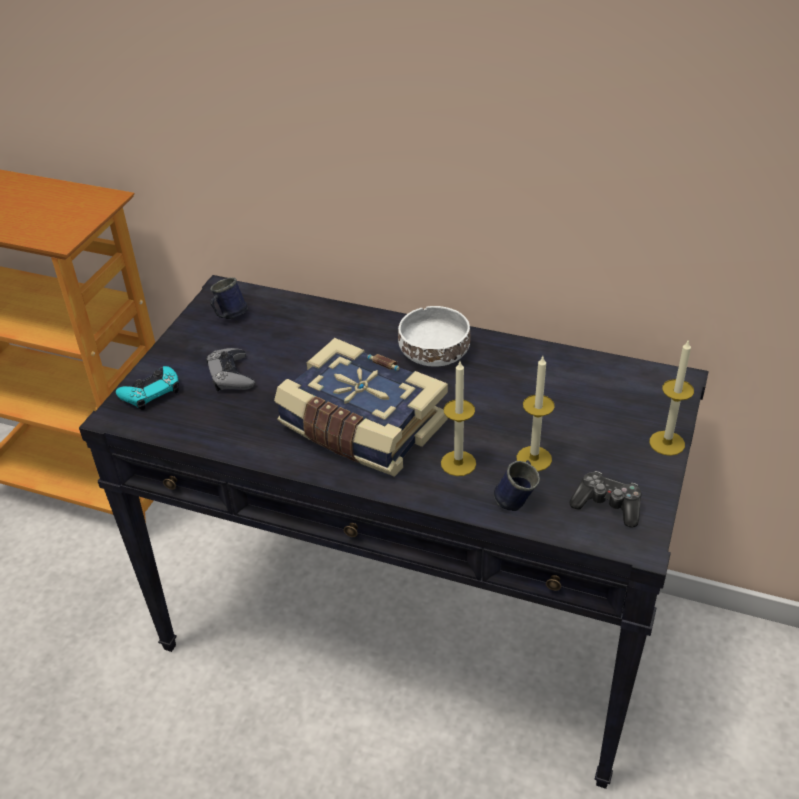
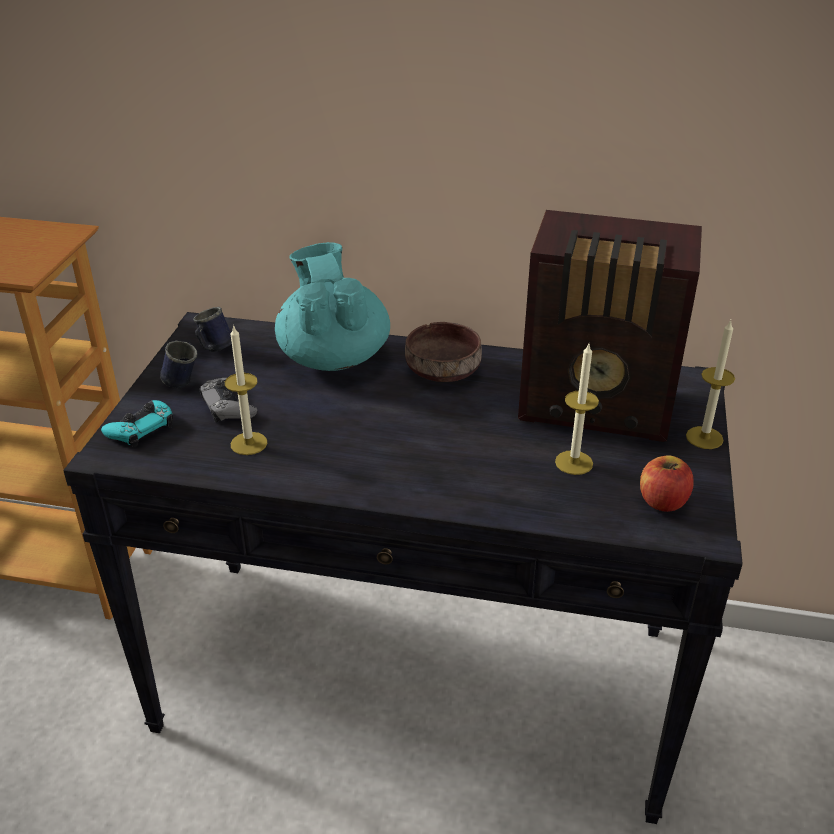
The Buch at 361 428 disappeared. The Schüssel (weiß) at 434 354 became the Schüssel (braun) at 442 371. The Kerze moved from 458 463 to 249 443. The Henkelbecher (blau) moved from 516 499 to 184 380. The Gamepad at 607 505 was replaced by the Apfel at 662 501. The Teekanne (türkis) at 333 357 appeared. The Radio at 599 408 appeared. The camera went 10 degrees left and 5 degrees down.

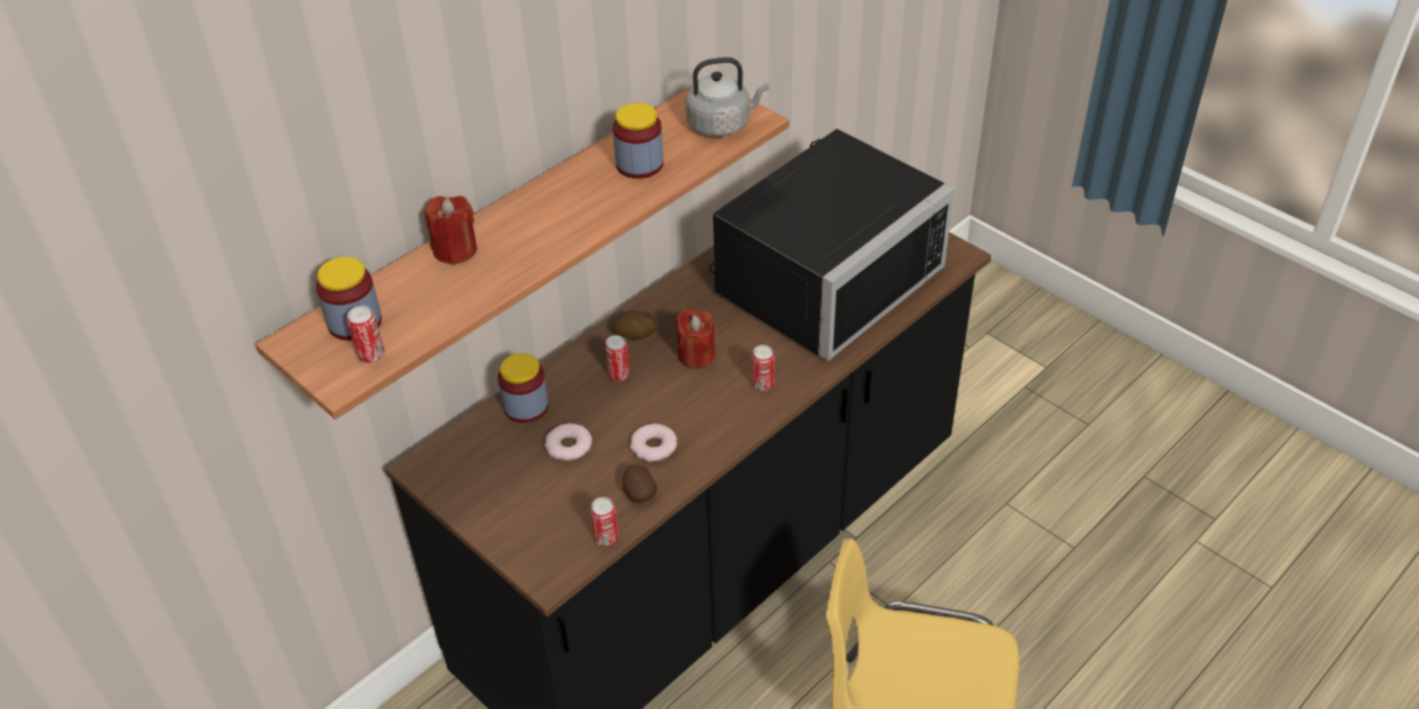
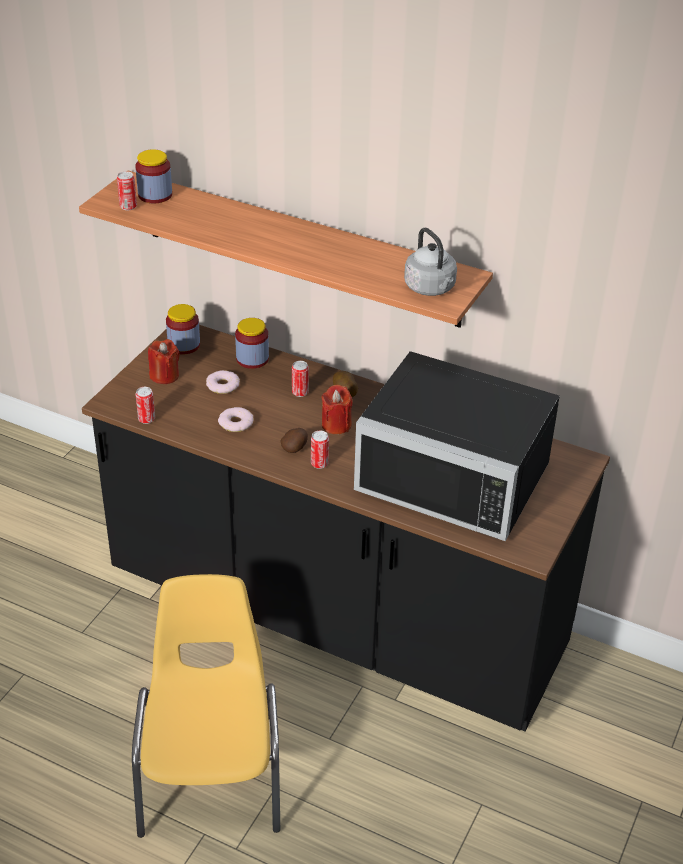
The Kerze (rot) moved from 455 250 to 164 376. The Vorratsglas moved from 639 164 to 184 345. The Kartoffel moved from 638 492 to 295 448. The camera went 70 degrees right and 5 degrees down.

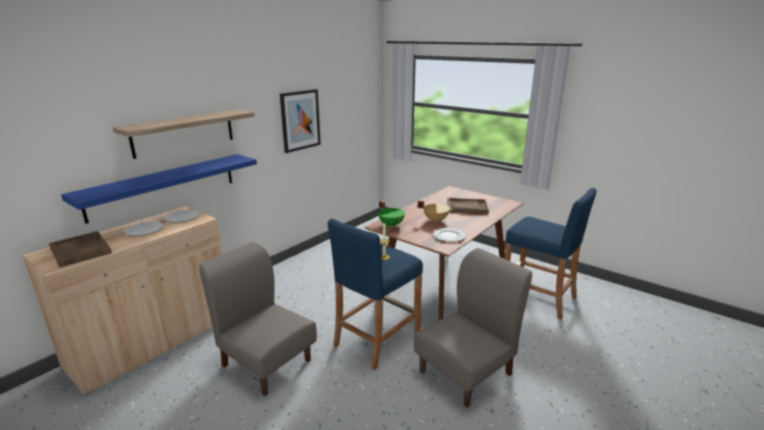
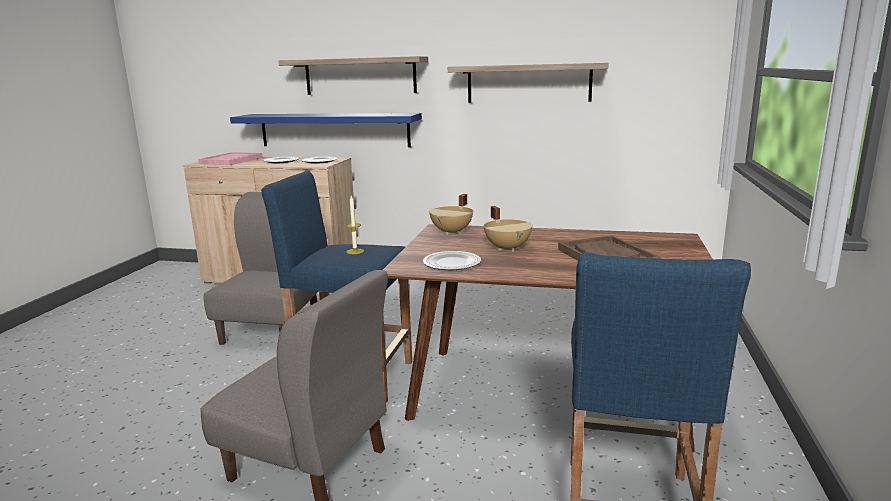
The Tablett (braun) at 80 250 became the Tablett (rosa) at 231 160. The Bild at 300 120 was replaced by the Wandregal at 528 83. The Kochtopf (grün) at 391 225 became the Kochtopf (beige) at 452 232. The camera went 65 degrees right and 5 degrees down.

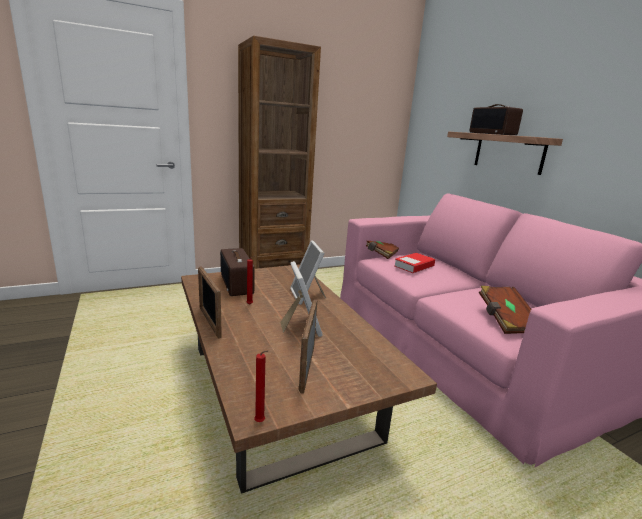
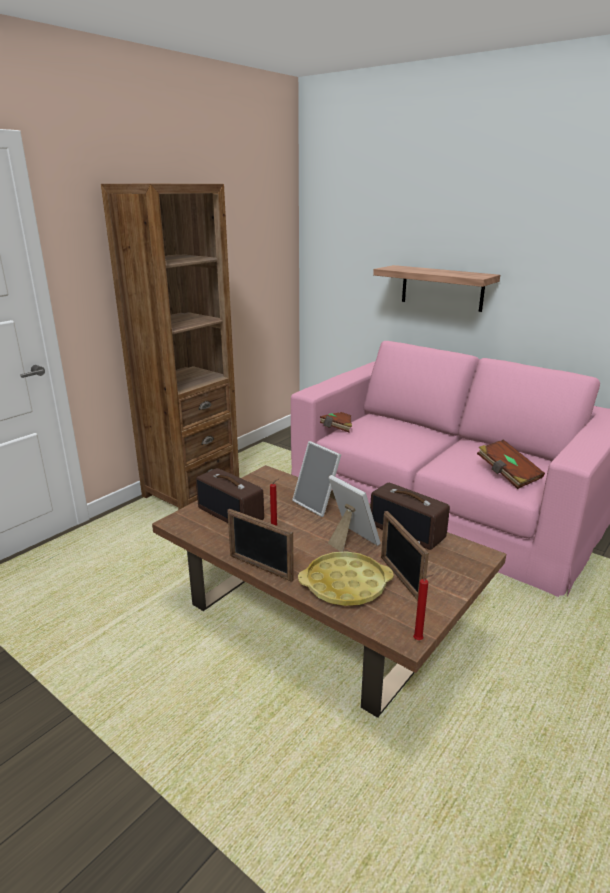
The Buch at 414 266 disappeared. The Radio moved from 493 134 to 408 531. The Tablett (gelb) at 345 585 appeared. The camera went 25 degrees left and 5 degrees up.

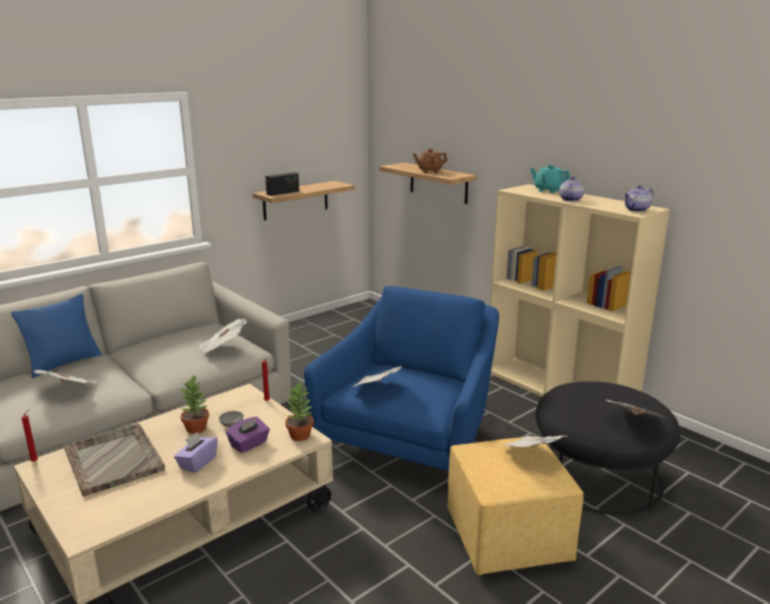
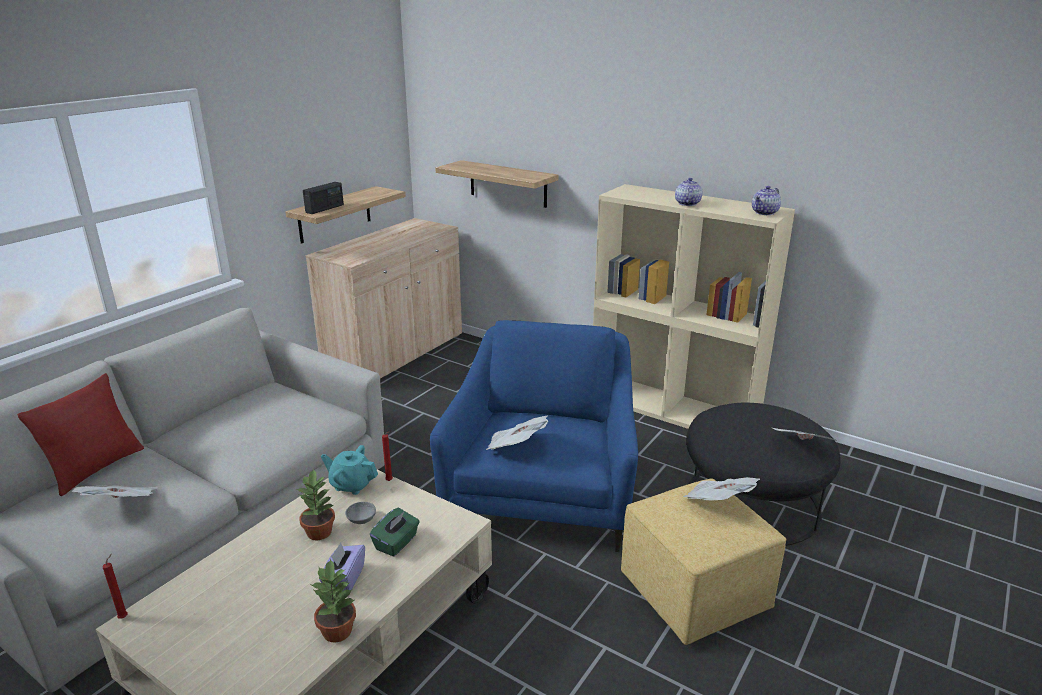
The Kissen (blau) at 64 363 became the Kissen (rot) at 96 468. The Tablett (grau) at 113 459 disappeared. The Zeitung at 222 347 disappeared. The Taschentuchbox (lila) at 249 444 became the Taschentuchbox (grün) at 396 543. The Topfpflanze moved from 300 435 to 338 631. The Teekanne (braun) at 429 171 disappeared. The Teekanne (türkis) moved from 548 190 to 351 485. The Schrank (beige) at 395 353 appeared. The camera went 15 degrees left and 5 degrees up.

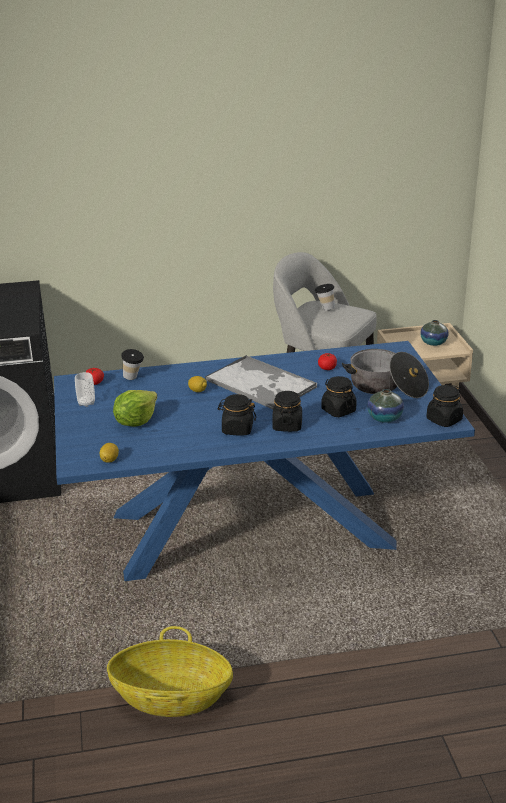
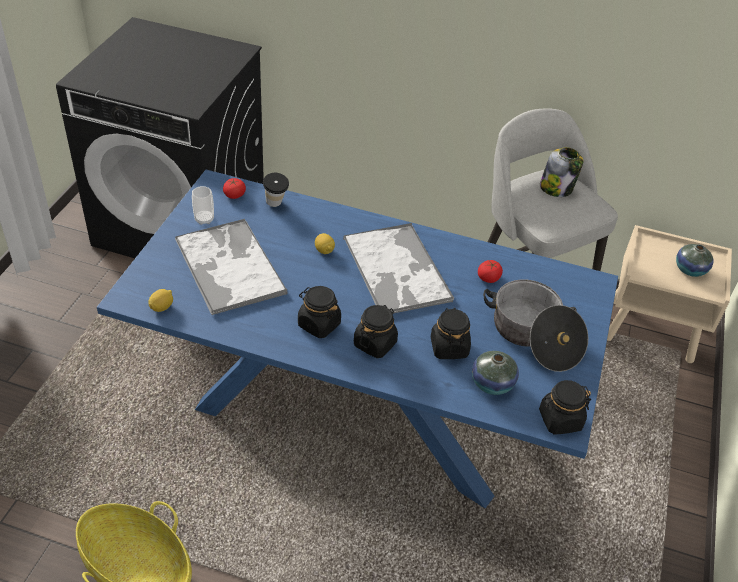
The Salatkopf at 135 421 was replaced by the Tablett at 229 266. The Tasse at 324 309 was replaced by the Vorratsglas at 556 188. The camera went 25 degrees right and 15 degrees up.

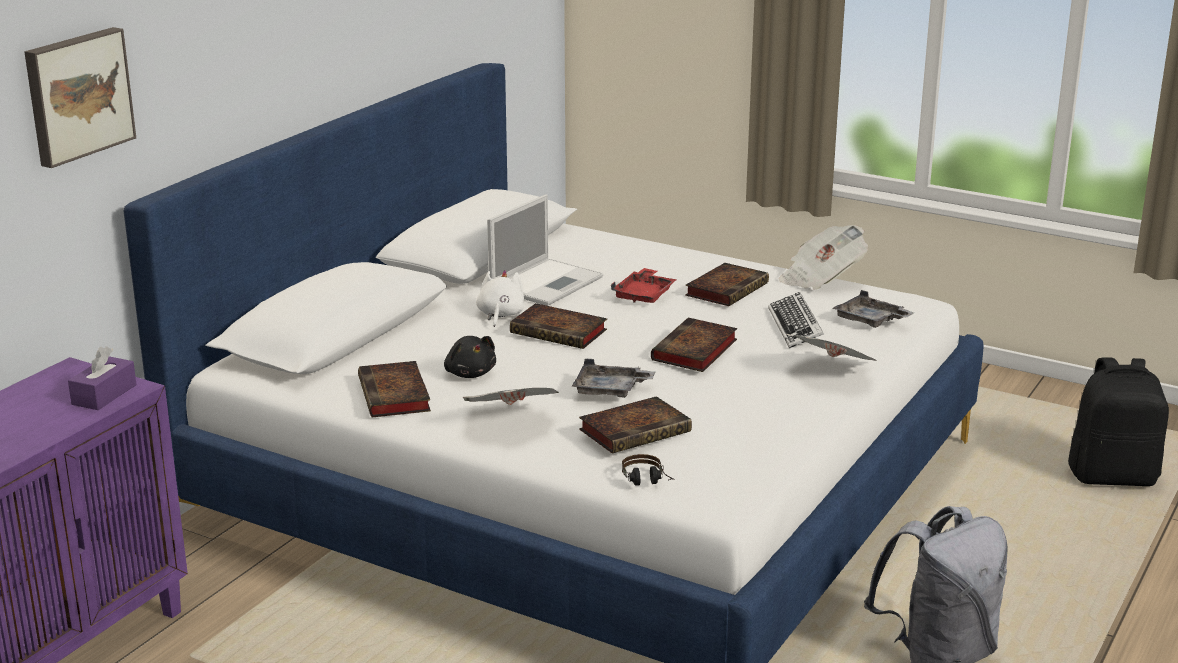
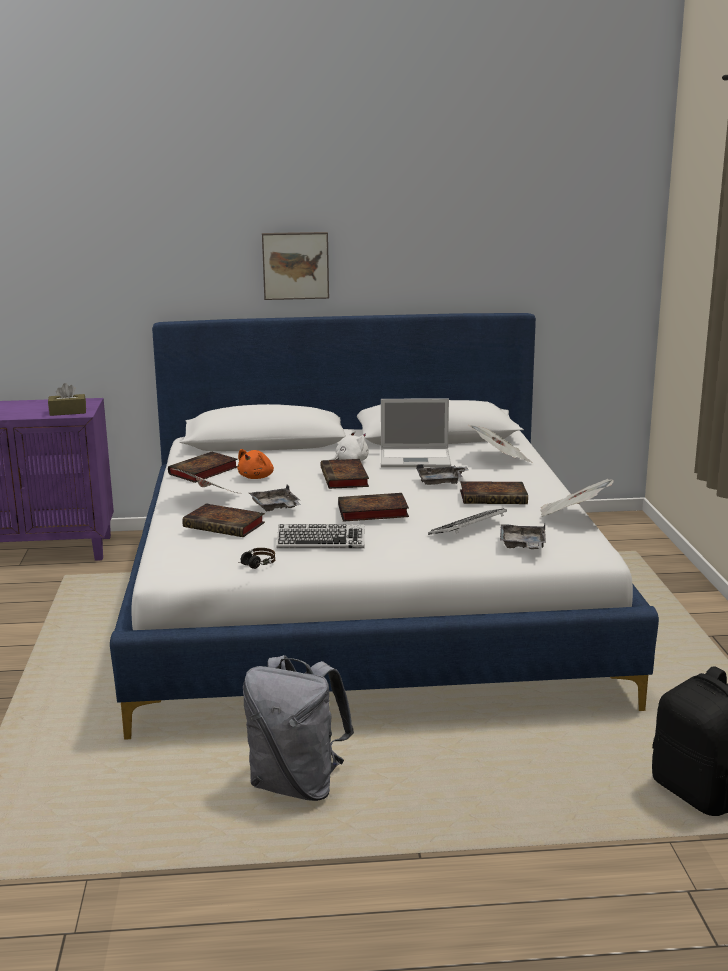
The Bild moved from 77 95 to 295 265. The Taschentuchbox (lila) at 104 395 became the Taschentuchbox (braun) at 68 412. The Plüschtier (schwarz) at 470 373 became the Plüschtier (orange) at 257 477. The Tablett (rot) at 644 295 became the Tablett (grau) at 441 482. The Kopfhörer moved from 647 482 to 253 566. The Zeitung moved from 835 372 to 500 460. The Tastatur at 321 542 appeared. The camera went 55 degrees right and 5 degrees down.

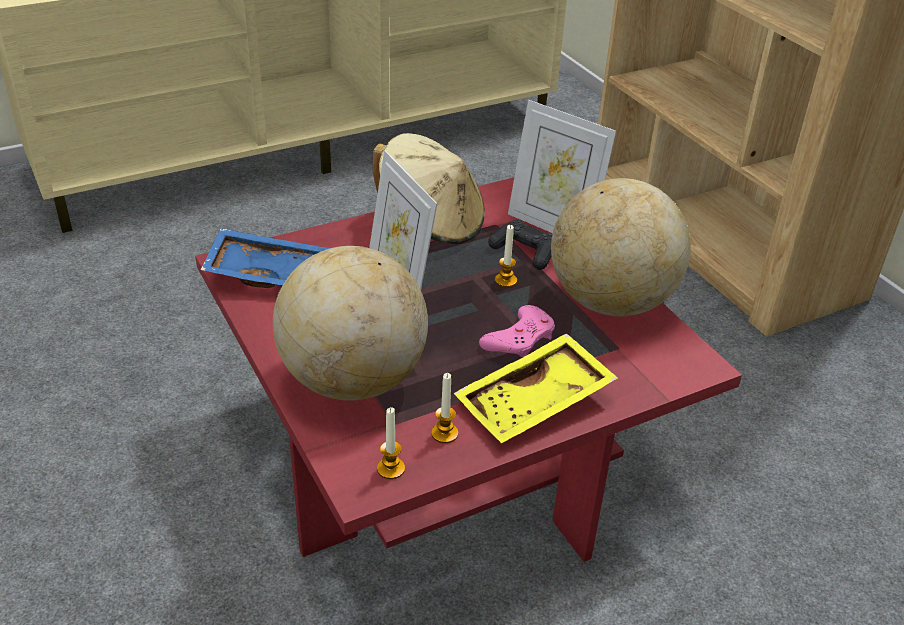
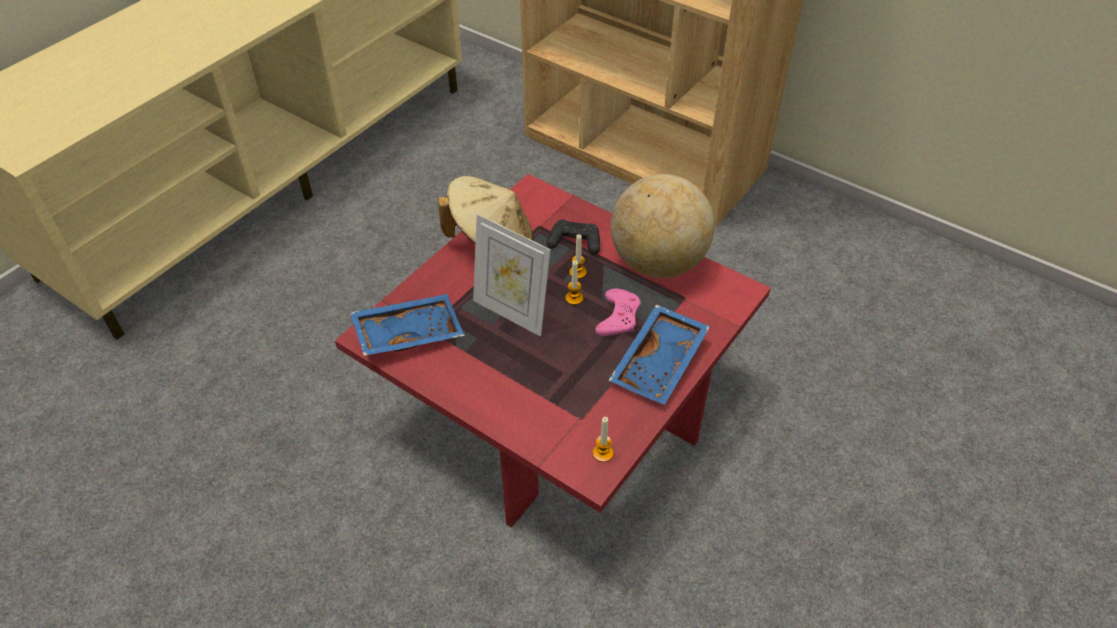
The Globus at 353 380 disappeared. The Kerze moved from 444 433 to 574 298. The Tablett (gelb) at 535 403 became the Tablett (blau) at 660 364. The Bilderrahmen at 553 226 disappeared. The camera went 25 degrees left and 10 degrees up.

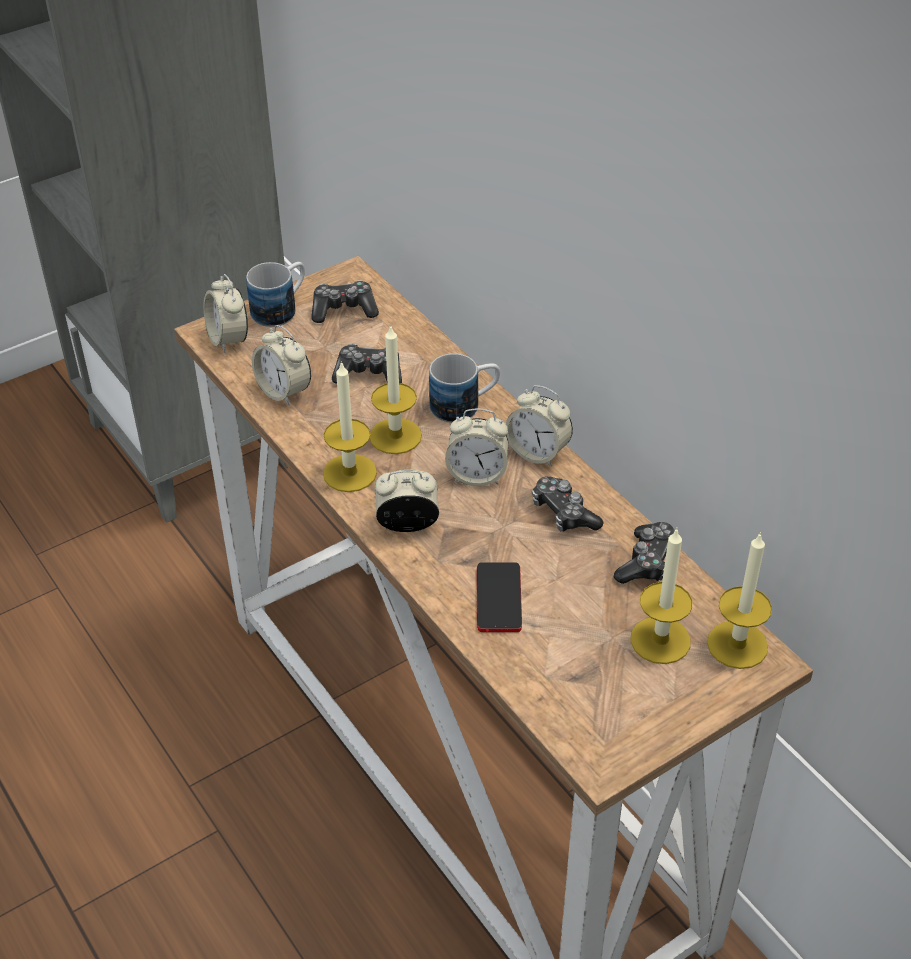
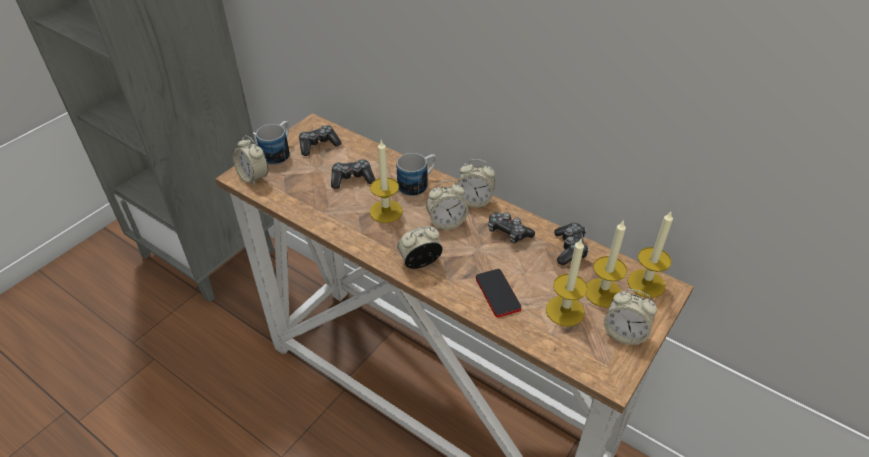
The Wecker moved from 284 391 to 624 333. The Kerze moved from 350 473 to 565 311. The camera went 20 degrees left and 0 degrees up.

